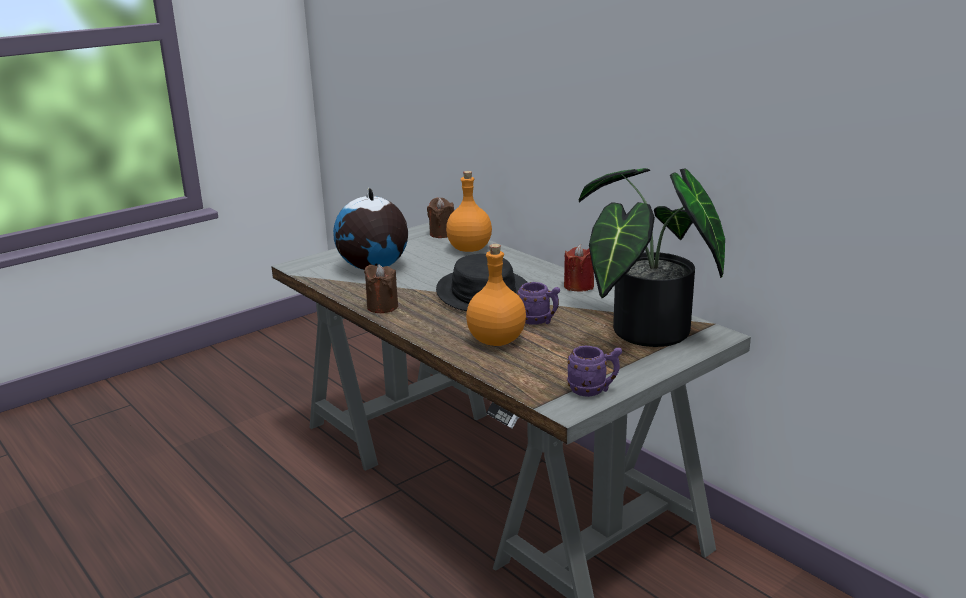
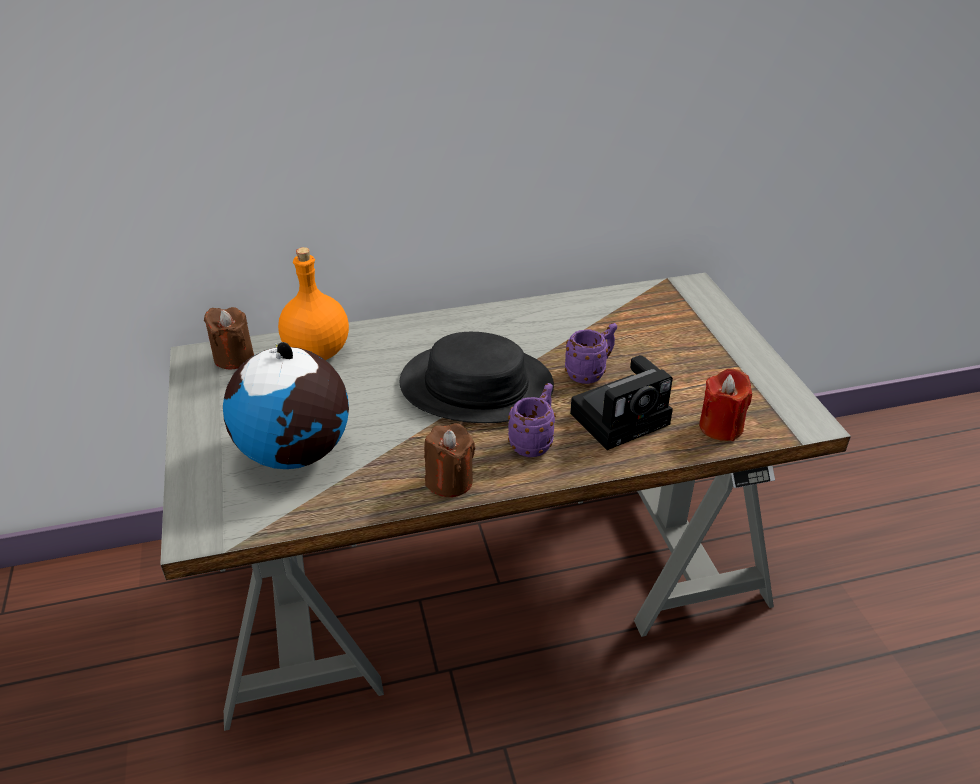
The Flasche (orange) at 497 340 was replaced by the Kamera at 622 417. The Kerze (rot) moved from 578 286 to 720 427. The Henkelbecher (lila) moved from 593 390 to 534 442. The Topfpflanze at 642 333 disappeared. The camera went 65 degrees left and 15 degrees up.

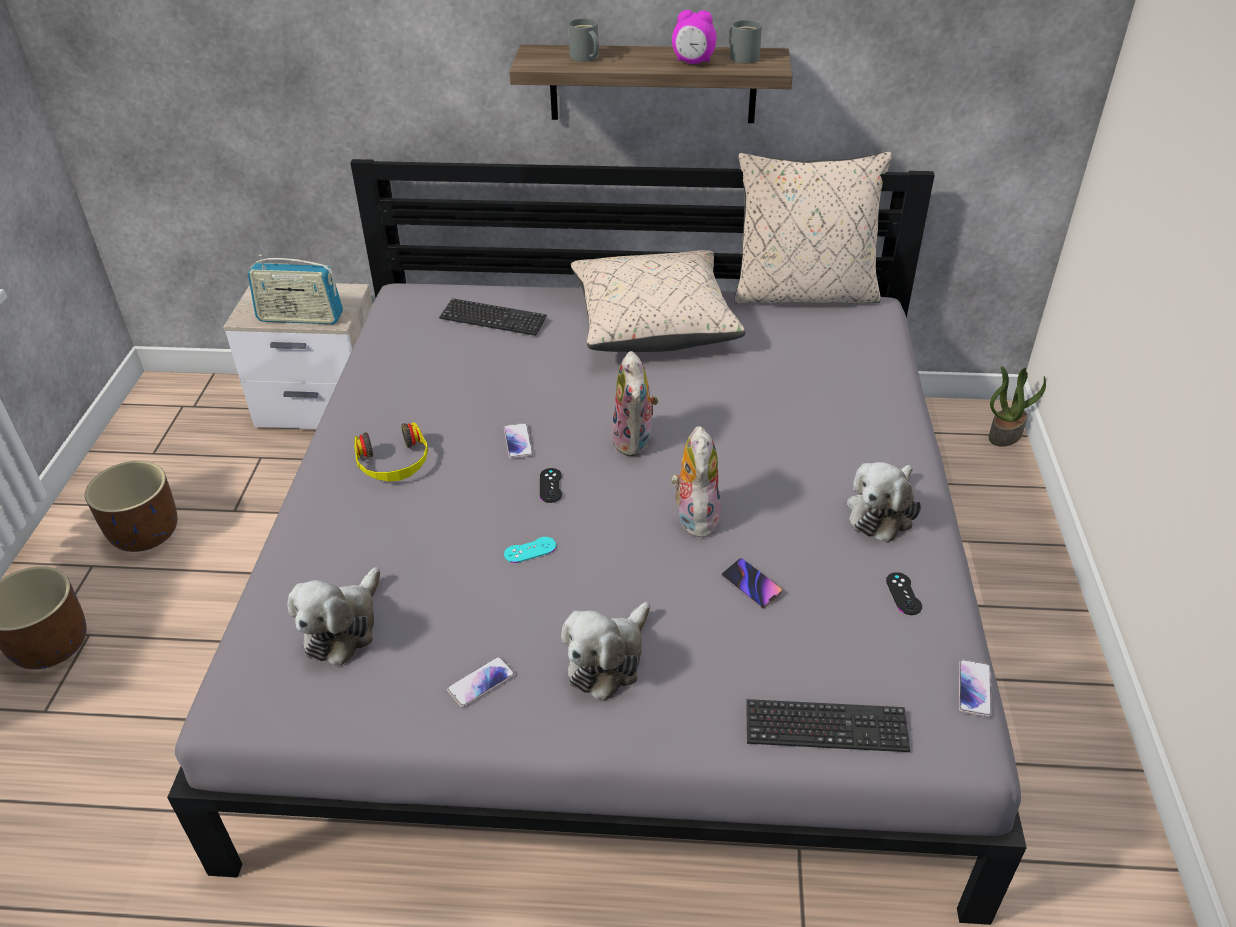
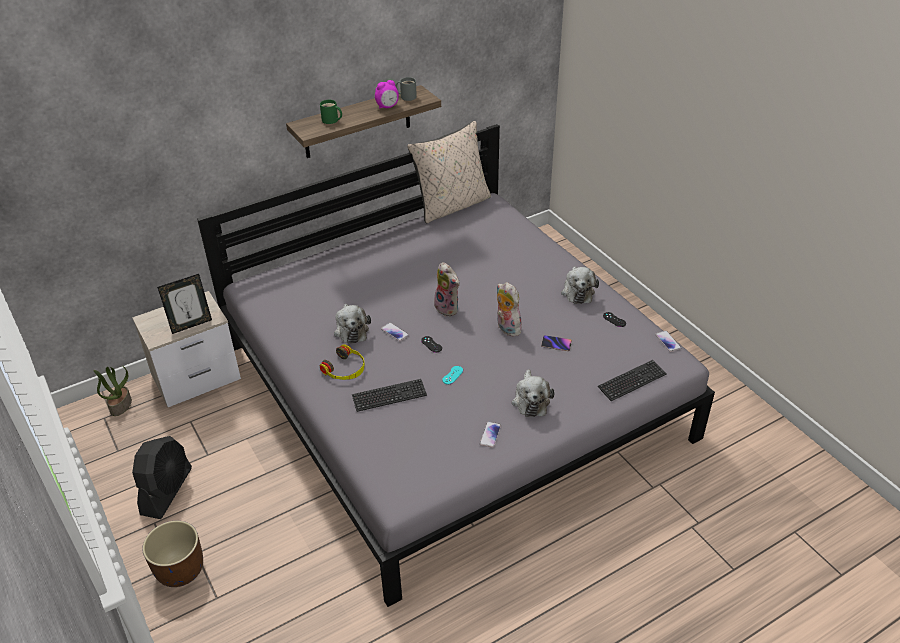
The Pflanzkübel (braun) at 146 532 was replaced by the Ventilator (schwarz) at 167 491. The Radio at 300 318 was replaced by the Bilderrahmen at 191 325. The Plüschtier moved from 343 627 to 351 330. The Tastatur moved from 493 319 to 389 396. The Henkelbecher (grau) at 585 57 became the Henkelbecher (grün) at 331 120. The Kissen (beige) at 653 324 disappeared. The Topfpflanze moved from 1005 434 to 120 405. The camera went 35 degrees left and 0 degrees up.

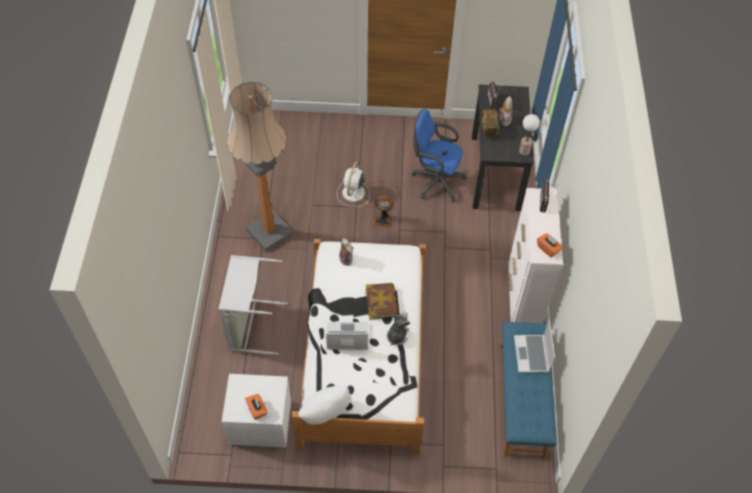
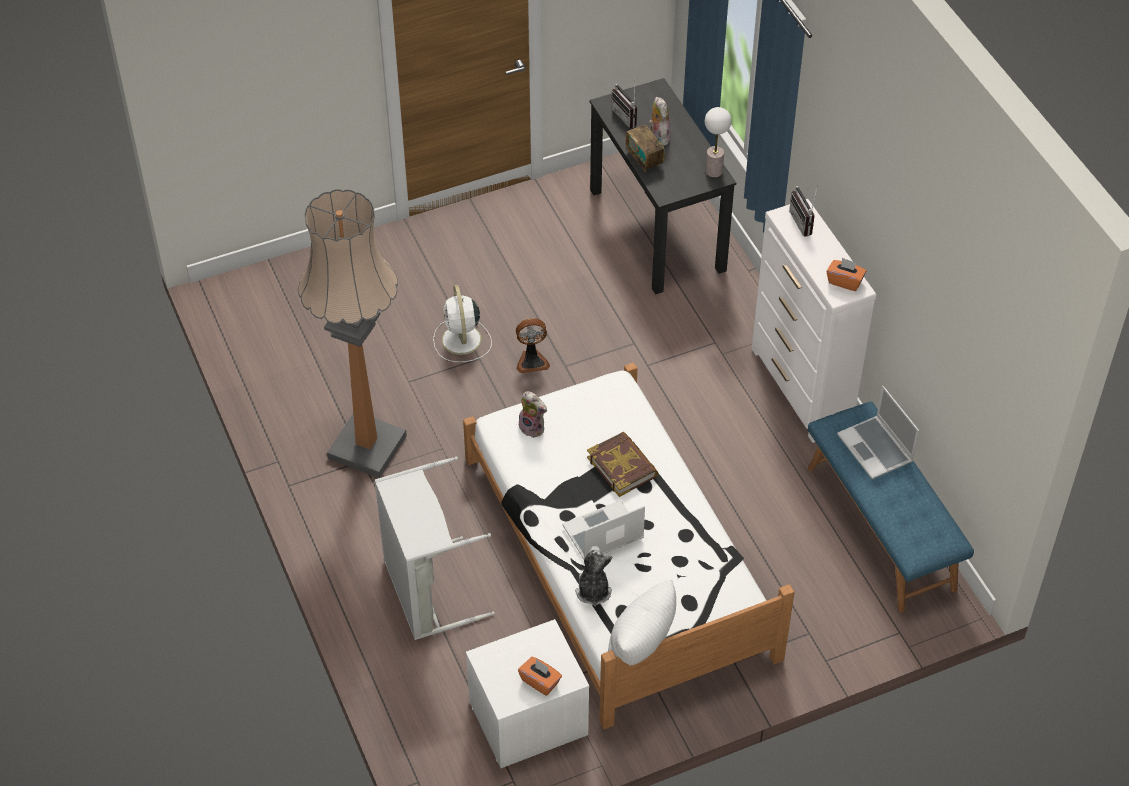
The Plüschtier moved from 397 335 to 593 590. The Bürostuhl (blau) at 435 181 disappeared. The camera went 25 degrees left and 5 degrees down.

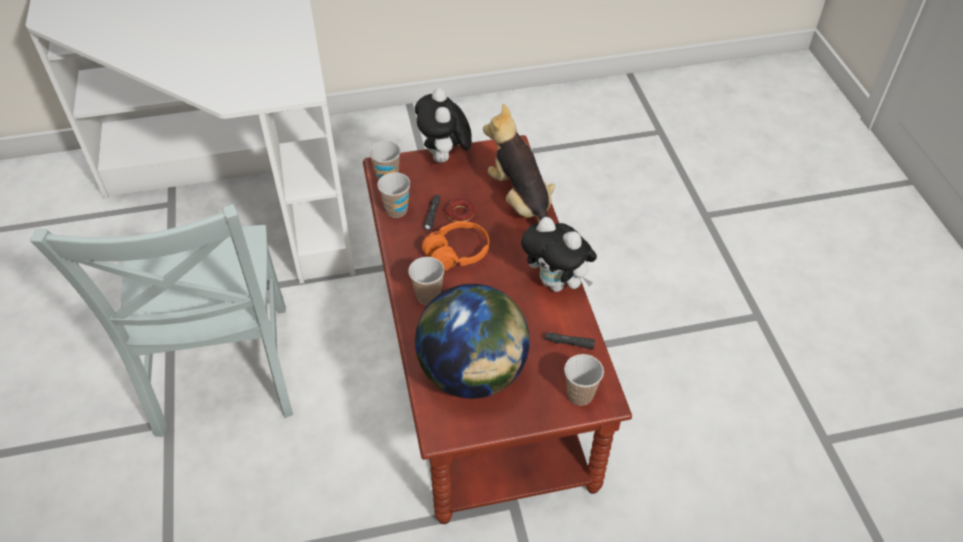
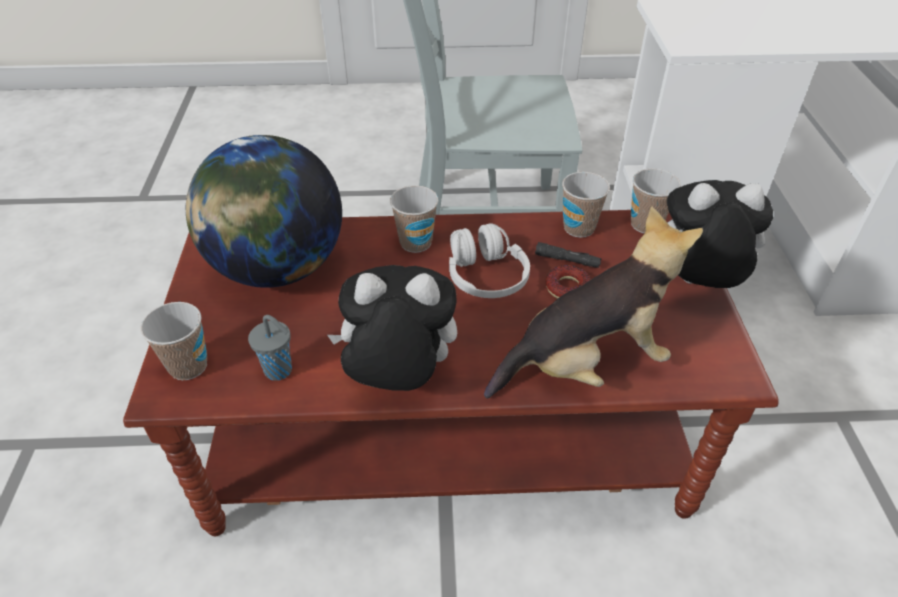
The Kopfhörer (orange) at 457 253 became the Kopfhörer (weiß) at 485 276. The Plüschtier at 557 283 turned 45 degrees clockwise. The Taschenlampe (schwarz) at 569 343 was replaced by the Tasse (grau) at 280 371. The camera went 100 degrees right and 5 degrees down.

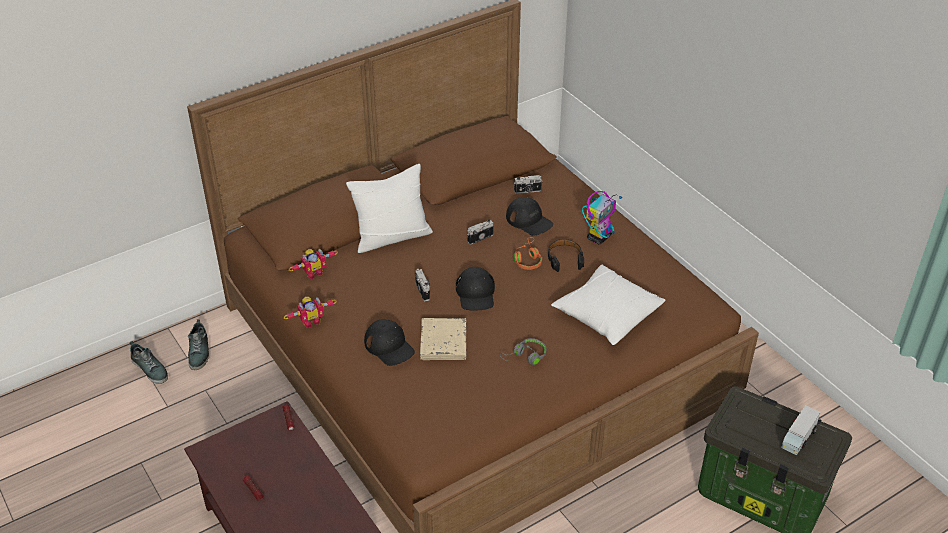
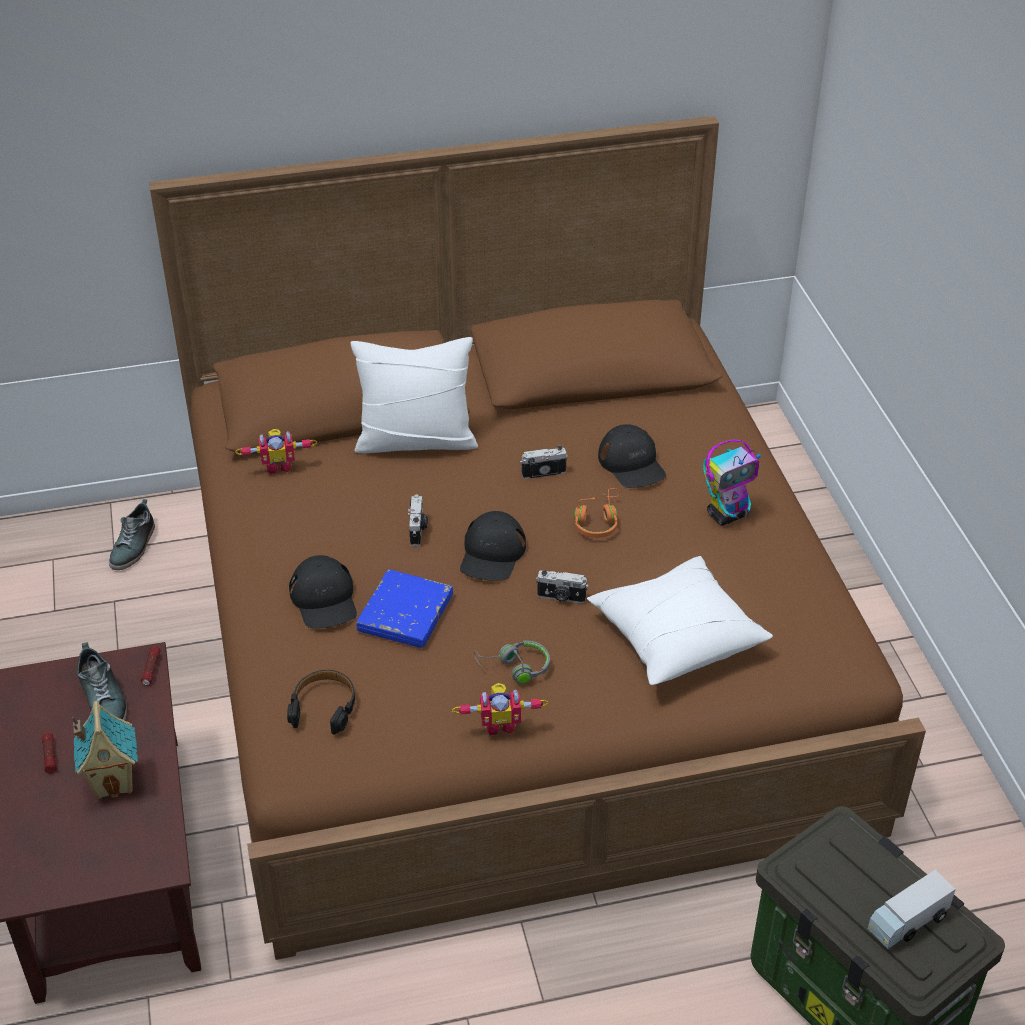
The Schuh moved from 150 369 to 104 699. The Spielzeugroboter moved from 311 321 to 500 724. The Buch (beige) at 443 342 became the Buch (blau) at 405 613. The Kamera moved from 527 191 to 561 598. The Kopfhörer (schwarz) moved from 565 259 to 324 707. The Spielzeughaus at 114 782 appeared. The camera went 20 degrees right and 0 degrees up.

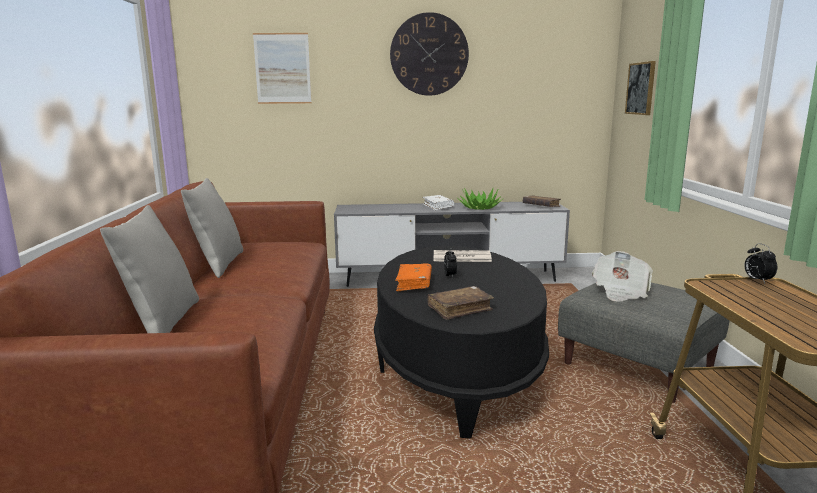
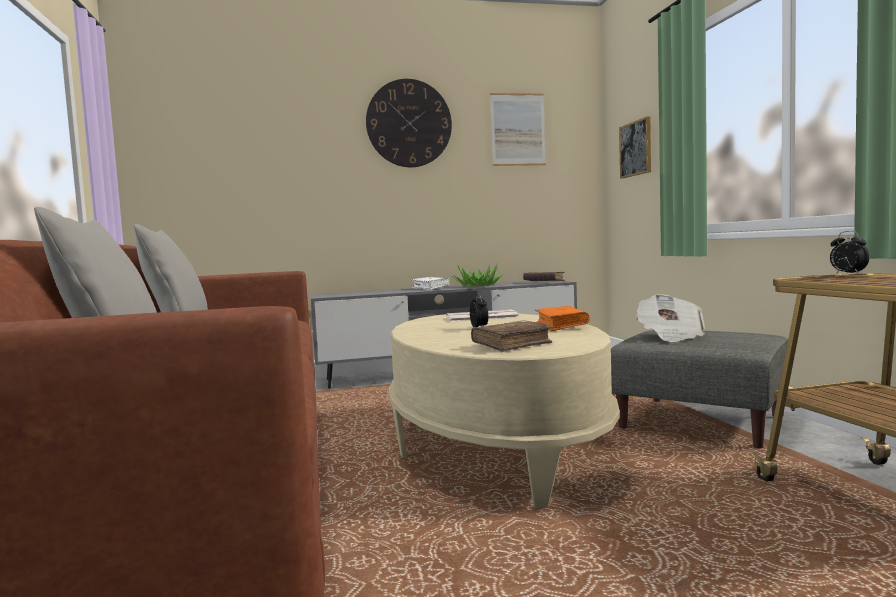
The Bild moved from 282 68 to 518 129. The Couchtisch (schwarz) at 457 368 became the Couchtisch (beige) at 495 445. The Buch (orange) moved from 414 283 to 561 326. The camera went 10 degrees left and 10 degrees down.

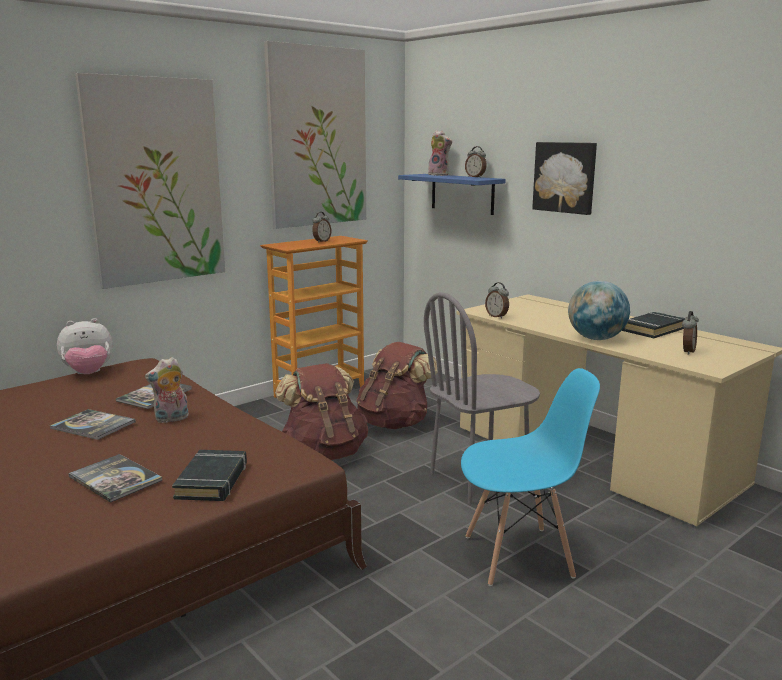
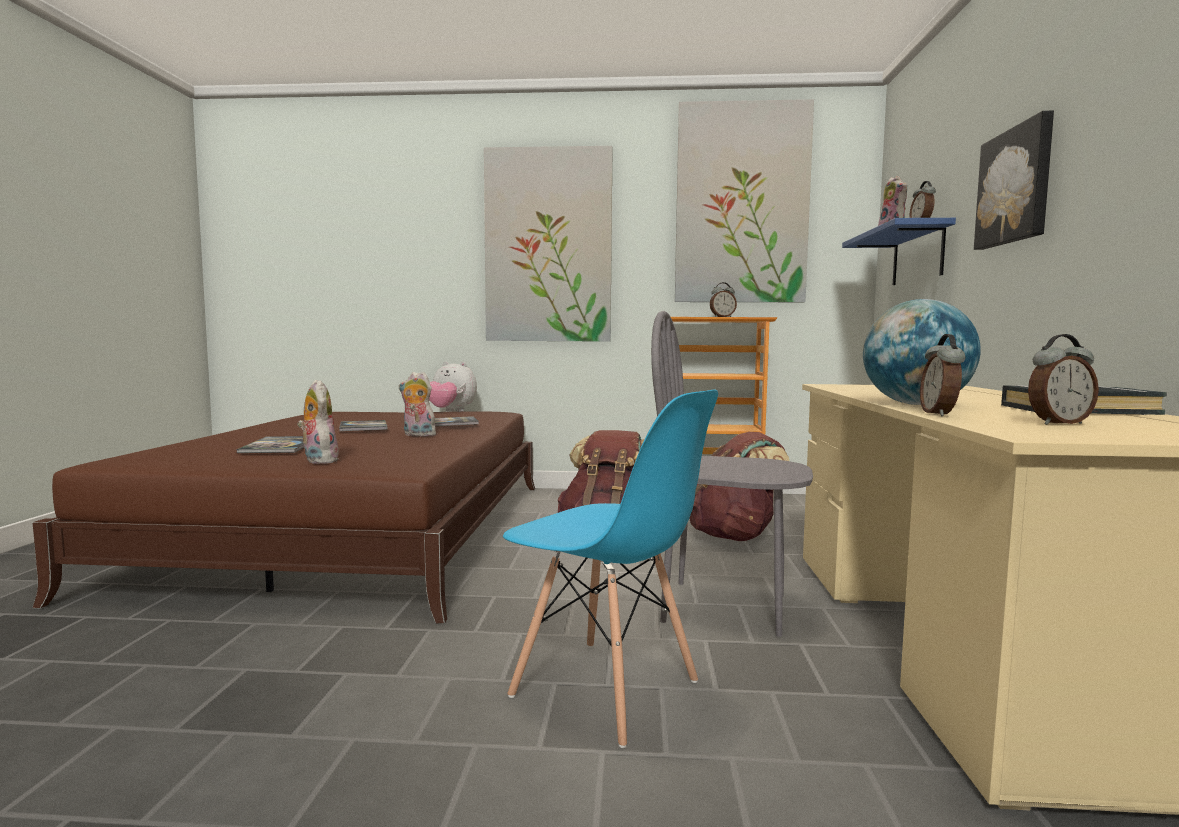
The Buch (schwarz) at 212 481 was replaced by the Plüschtier at 318 460. The Wecker moved from 497 316 to 940 414. The camera went 45 degrees right and 10 degrees down.

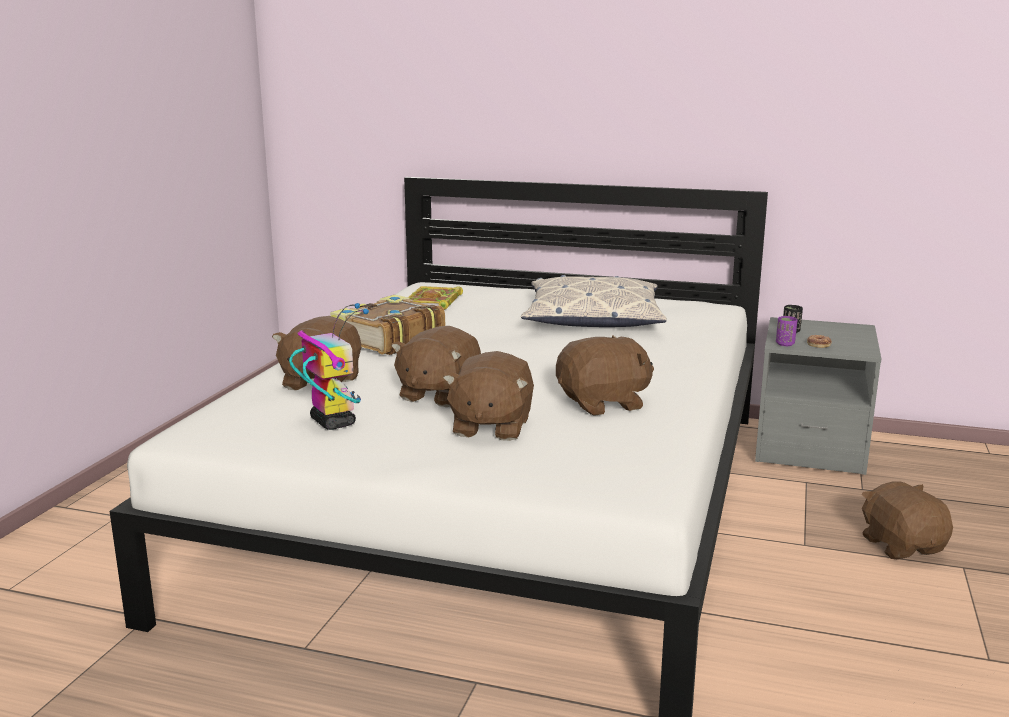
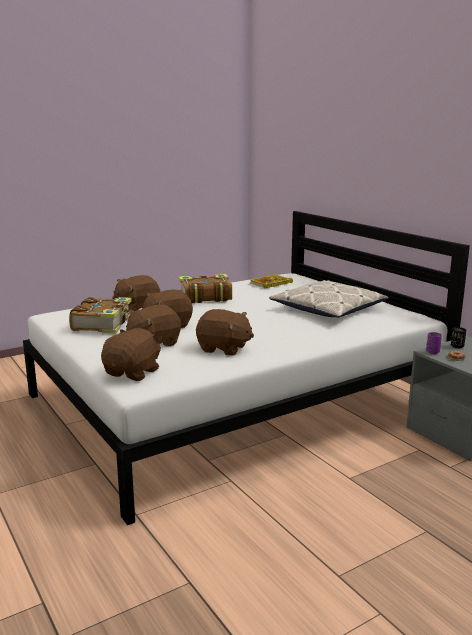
The Spielzeugroboter at 332 422 was replaced by the Buch at 103 324. The Plüschtier (braun) moved from 902 546 to 133 372. The camera went 40 degrees right and 0 degrees up.

